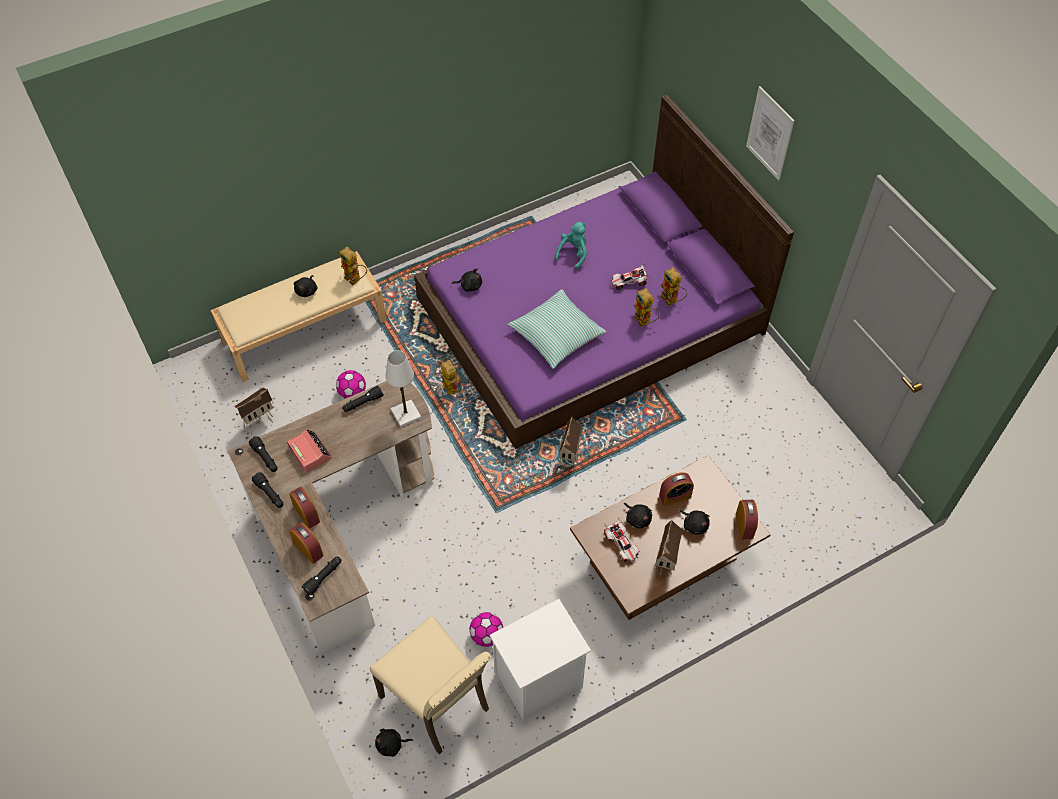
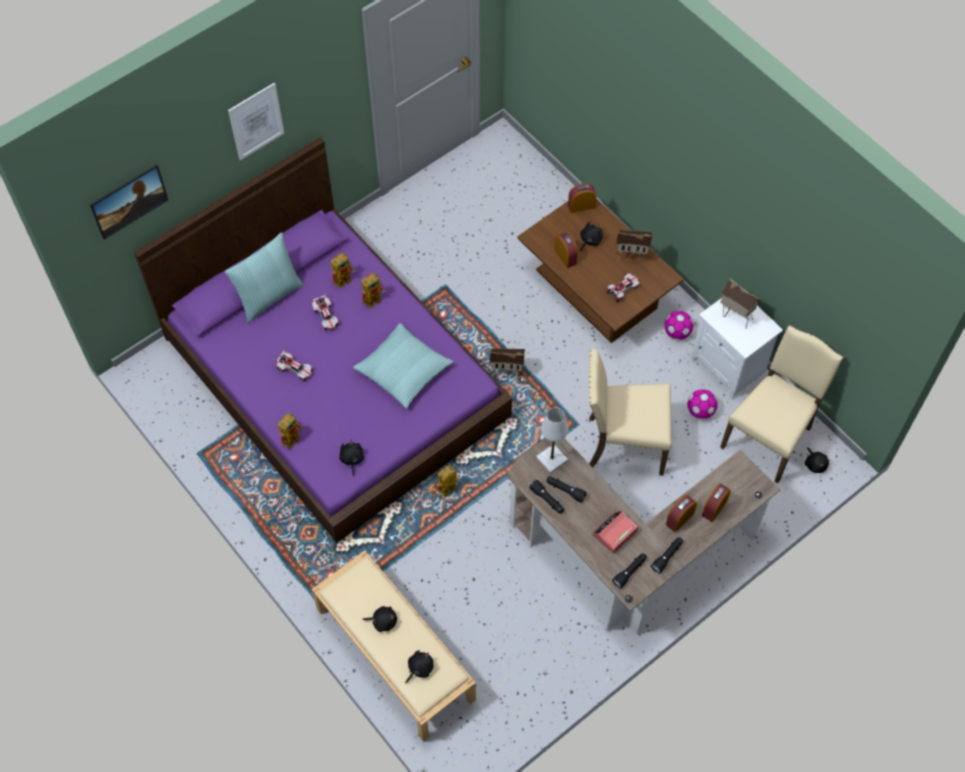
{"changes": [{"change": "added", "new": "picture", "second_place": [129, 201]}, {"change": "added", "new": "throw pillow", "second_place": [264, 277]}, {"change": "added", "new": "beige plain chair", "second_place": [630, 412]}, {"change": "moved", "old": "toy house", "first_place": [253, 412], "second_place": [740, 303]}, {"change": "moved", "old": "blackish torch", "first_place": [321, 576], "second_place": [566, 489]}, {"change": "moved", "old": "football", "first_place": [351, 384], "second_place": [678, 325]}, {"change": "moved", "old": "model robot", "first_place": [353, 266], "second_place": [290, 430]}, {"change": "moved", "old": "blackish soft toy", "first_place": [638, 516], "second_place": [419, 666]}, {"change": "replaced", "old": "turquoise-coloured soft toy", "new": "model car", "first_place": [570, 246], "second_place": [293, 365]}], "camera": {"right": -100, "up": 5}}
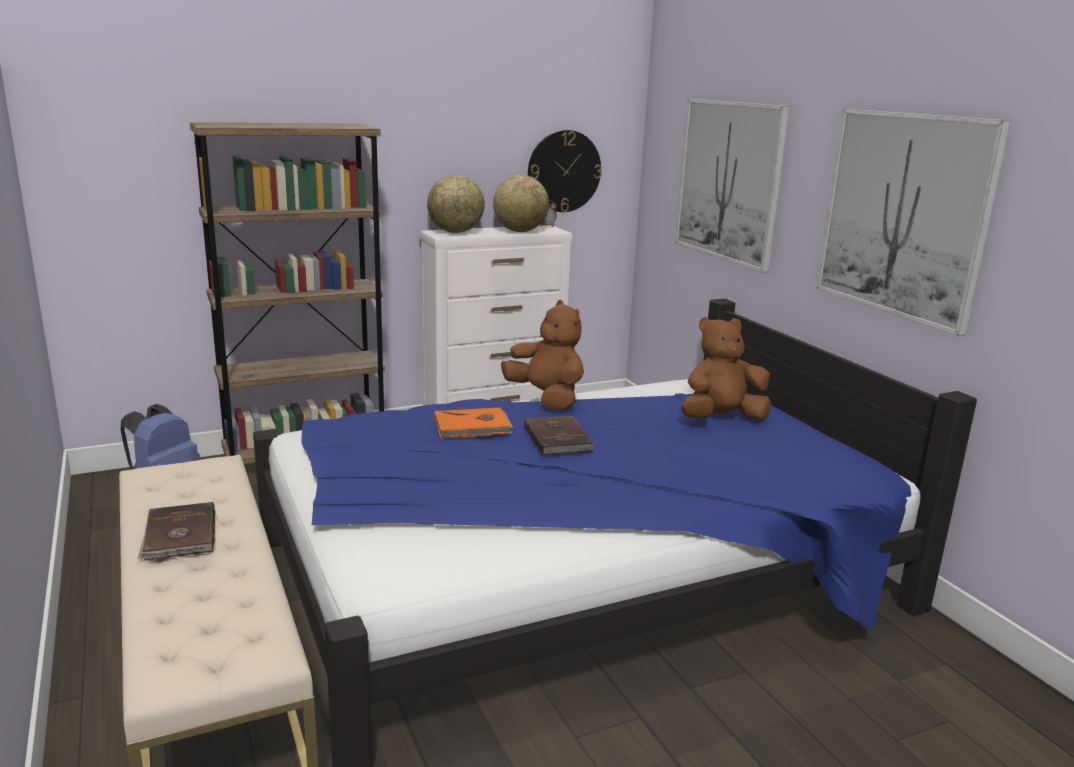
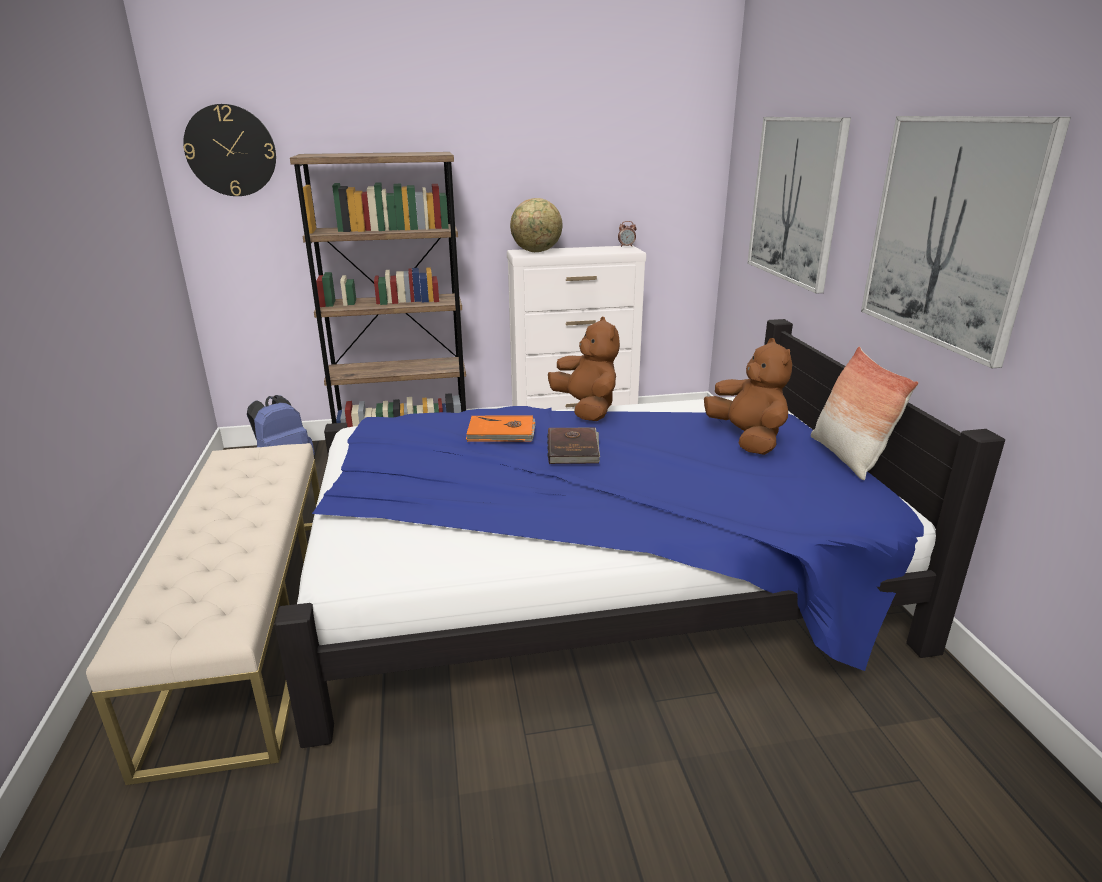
{"changes": [{"change": "removed", "old": "brown bound book", "first_place": [176, 531]}, {"change": "removed", "old": "desk globe", "first_place": [521, 203]}, {"change": "added", "new": "throw pillow", "second_place": [864, 413]}, {"change": "moved", "old": "wall clock", "first_place": [565, 171], "second_place": [229, 150]}, {"change": "turned", "old": "brown soft toy", "first_place": [726, 368], "second_place": [748, 396], "degrees": 75}], "camera": {"right": 15, "up": 5}}
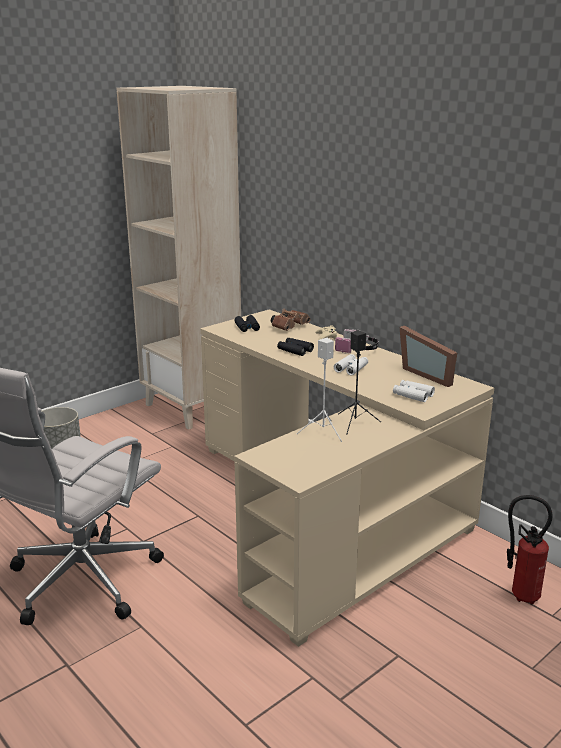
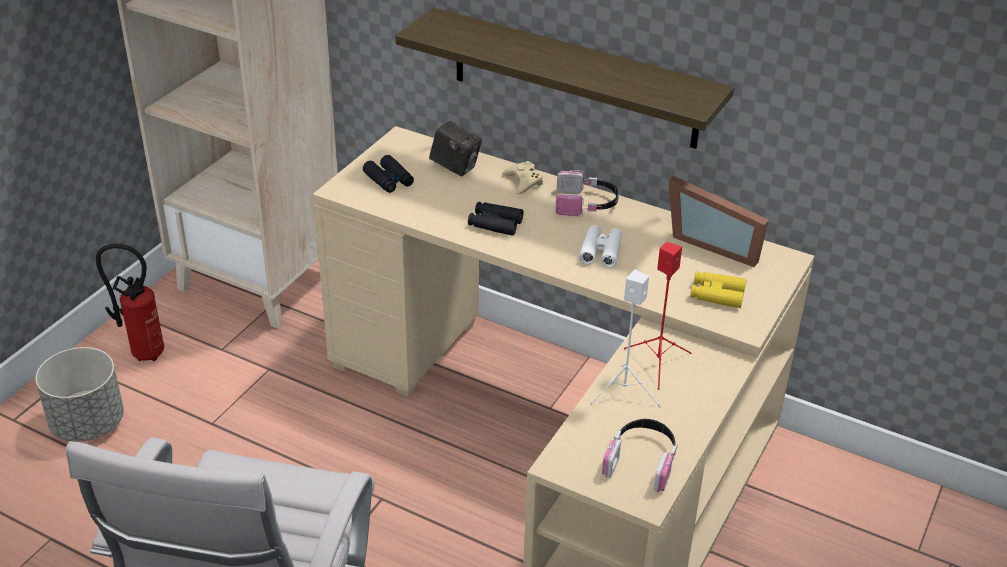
{"changes": [{"change": "added", "new": "bracket shelf", "second_place": [564, 78]}, {"change": "added", "new": "pair of headphones", "second_place": [640, 455]}, {"change": "moved", "old": "fire extinguisher", "first_place": [530, 549], "second_place": [130, 302]}, {"change": "replaced", "old": "brown field glasses", "new": "photo camera", "first_place": [290, 319], "second_place": [455, 148]}, {"change": "recoloured", "old": "blackish loudspeaker", "new": "reddish loudspeaker", "first_place": [359, 382], "second_place": [657, 316]}, {"change": "recoloured", "old": "whitish field glasses", "new": "yellow field glasses", "first_place": [414, 391], "second_place": [718, 289]}], "camera": {"right": -20, "up": 15}}
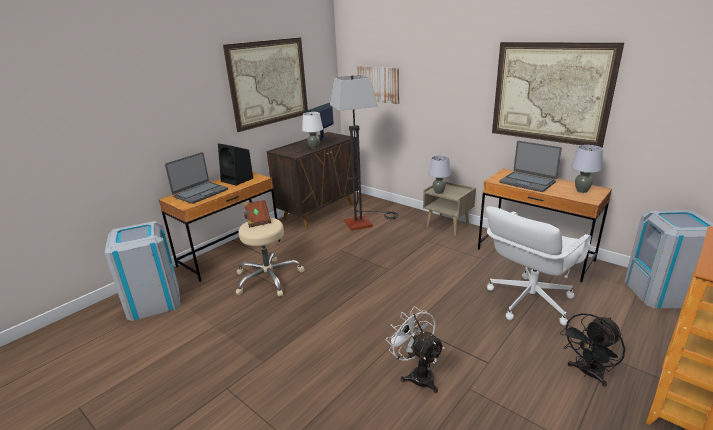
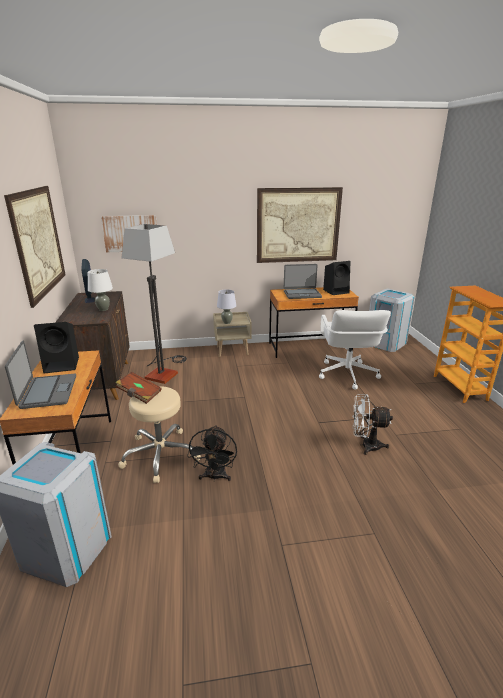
{"changes": [{"change": "moved", "old": "blackish fan", "first_place": [592, 350], "second_place": [212, 453]}, {"change": "replaced", "old": "greyish lamp for a table", "new": "blackish loudspeaker", "first_place": [587, 169], "second_place": [336, 278]}], "camera": {"right": -50, "up": 0}}
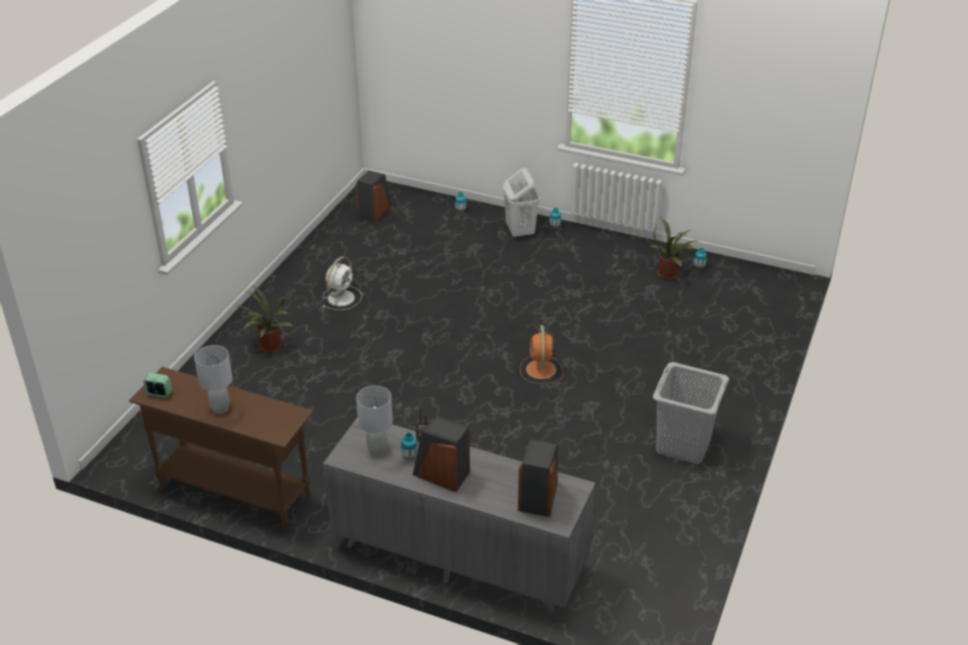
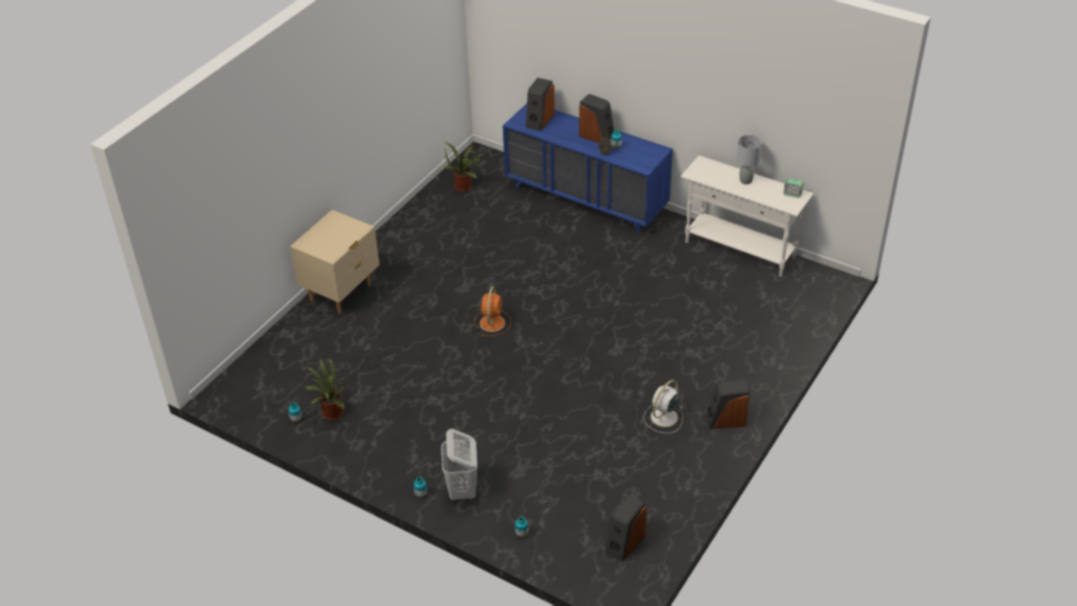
{"changes": [{"change": "removed", "old": "greyish lamp for a table", "first_place": [374, 421]}, {"change": "removed", "old": "greyish laundry basket", "first_place": [691, 413]}, {"change": "added", "new": "beige night table", "second_place": [334, 262]}, {"change": "added", "new": "loudspeaker", "second_place": [727, 404]}, {"change": "moved", "old": "potted plant", "first_place": [265, 319], "second_place": [464, 167]}, {"change": "recoloured", "old": "brown hall table", "new": "whitish hall table", "first_place": [221, 448], "second_place": [747, 216]}, {"change": "recoloured", "old": "greyish drawer chest", "new": "blue drawer chest", "first_place": [459, 515], "second_place": [588, 168]}], "camera": {"right": -170, "up": 5}}
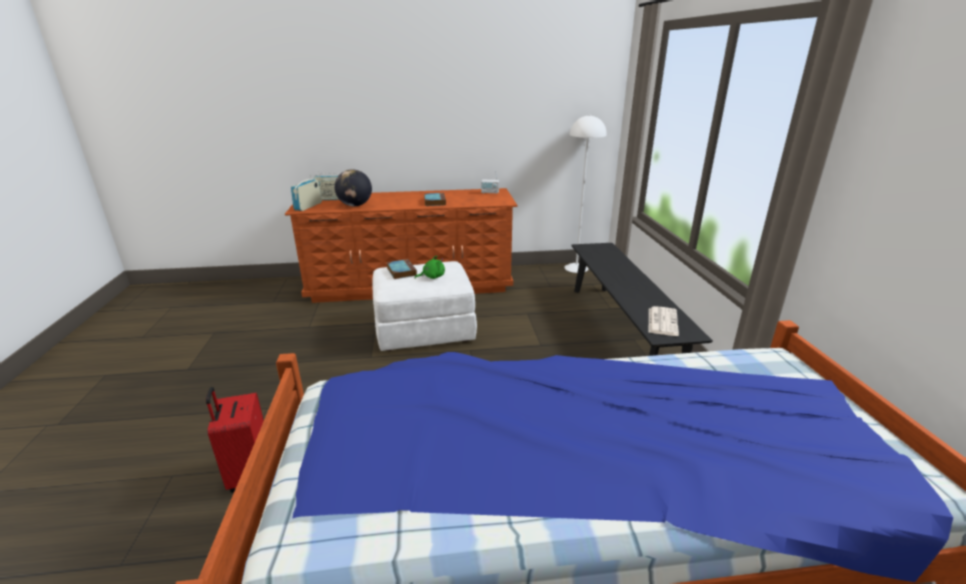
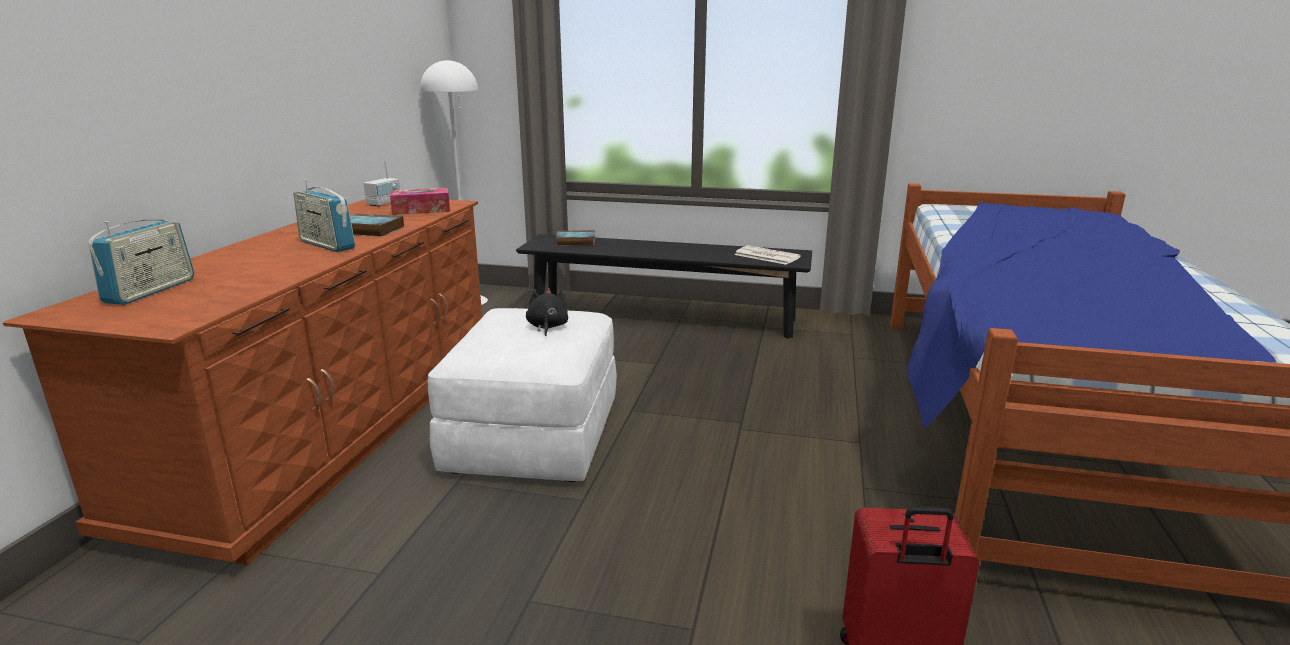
{"changes": [{"change": "removed", "old": "desk globe", "first_place": [353, 187]}, {"change": "added", "new": "box of tissues", "second_place": [420, 201]}, {"change": "moved", "old": "radio receiver", "first_place": [306, 192], "second_place": [324, 215]}, {"change": "moved", "old": "bound book", "first_place": [402, 269], "second_place": [575, 238]}, {"change": "recoloured", "old": "green-coloured soft toy", "new": "blackish soft toy", "first_place": [429, 267], "second_place": [547, 312]}], "camera": {"right": -70, "up": -5}}
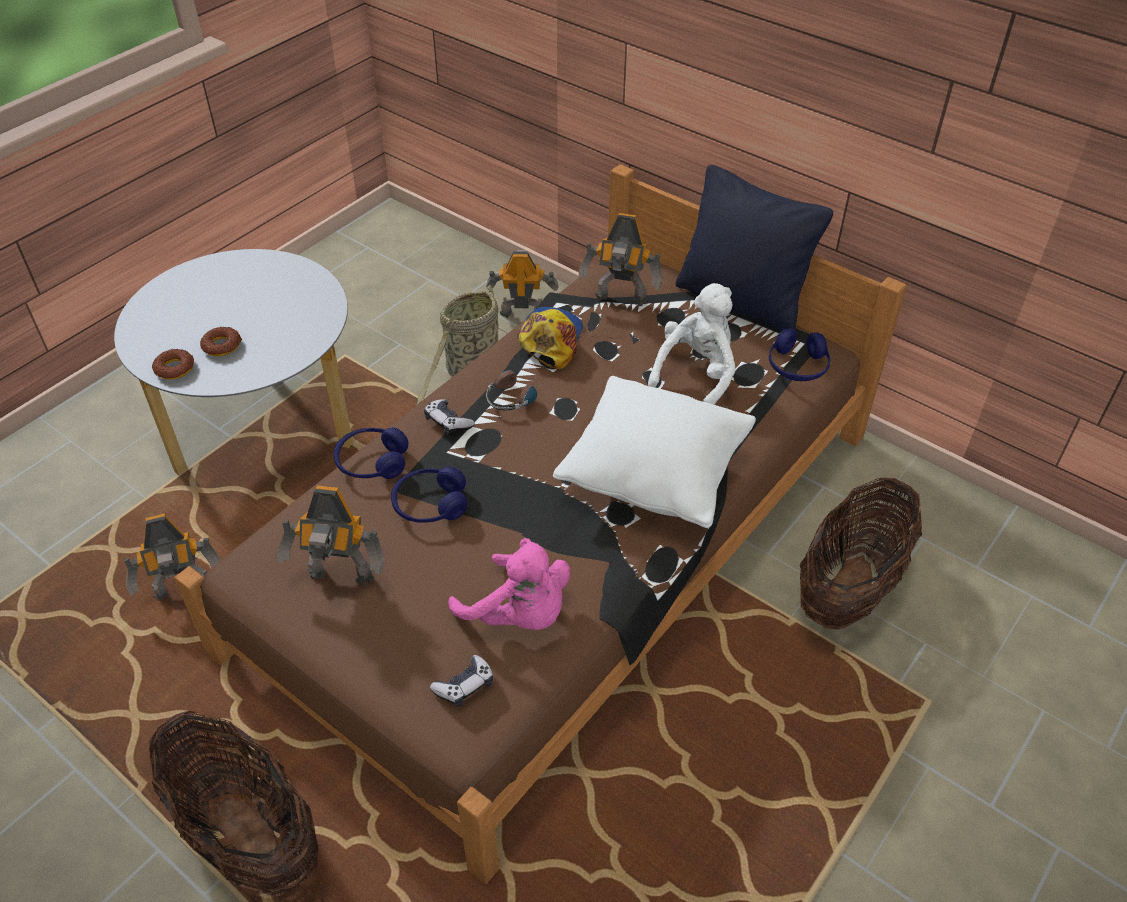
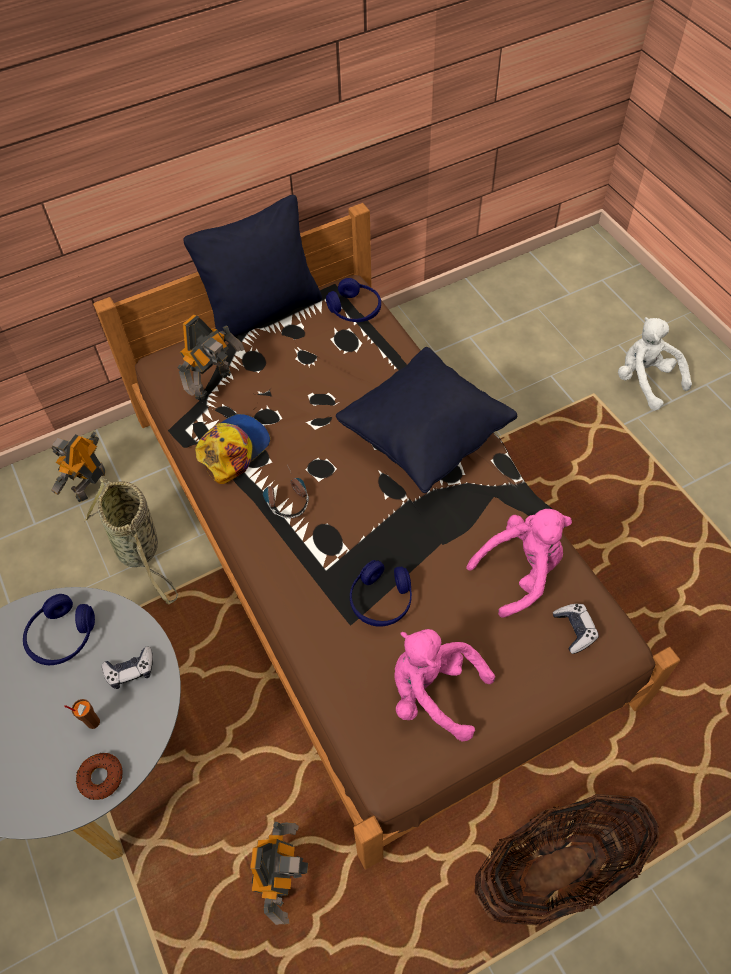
{"changes": [{"change": "removed", "old": "storage basket", "first_place": [861, 553]}, {"change": "moved", "old": "blue pair of headphones", "first_place": [370, 453], "second_place": [59, 629]}, {"change": "moved", "old": "game controller", "first_place": [449, 417], "second_place": [127, 668]}, {"change": "moved", "old": "whitish soft toy", "first_place": [692, 344], "second_place": [655, 364]}, {"change": "replaced", "old": "doughnut", "new": "brown drinking cup", "first_place": [221, 341], "second_place": [82, 714]}, {"change": "replaced", "old": "model robot", "new": "pink soft toy", "first_place": [331, 535], "second_place": [444, 685]}, {"change": "recoloured", "old": "whitish throw pillow", "new": "blackish throw pillow", "first_place": [654, 452], "second_place": [426, 420]}, {"change": "turned", "old": "baseball cap", "first_place": [550, 338], "second_place": [232, 449], "degrees": 90}], "camera": {"right": -65, "up": 10}}
